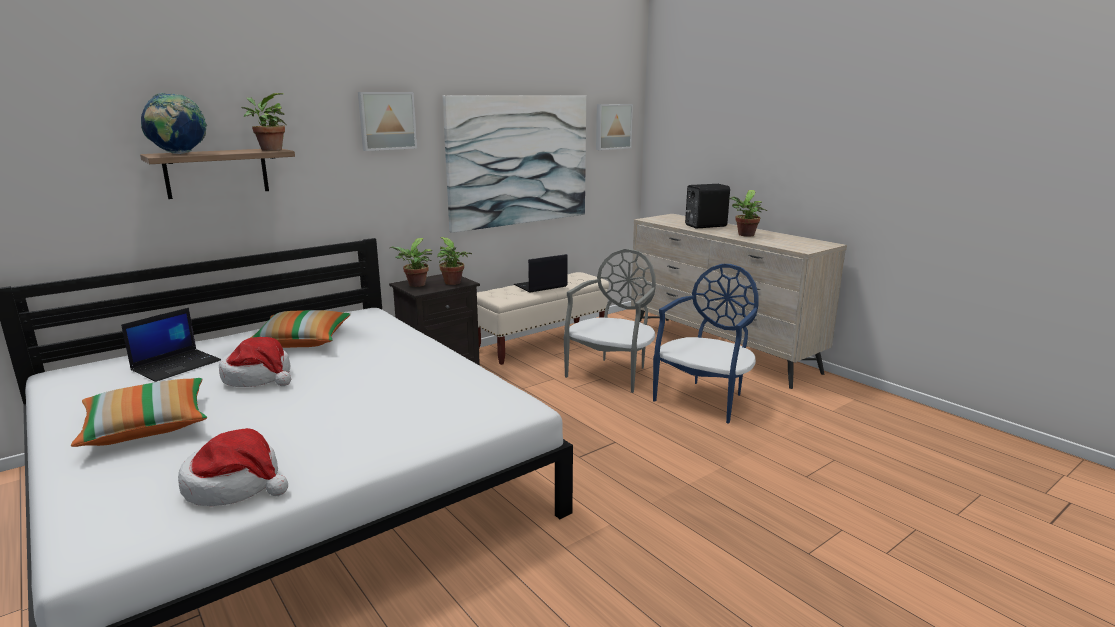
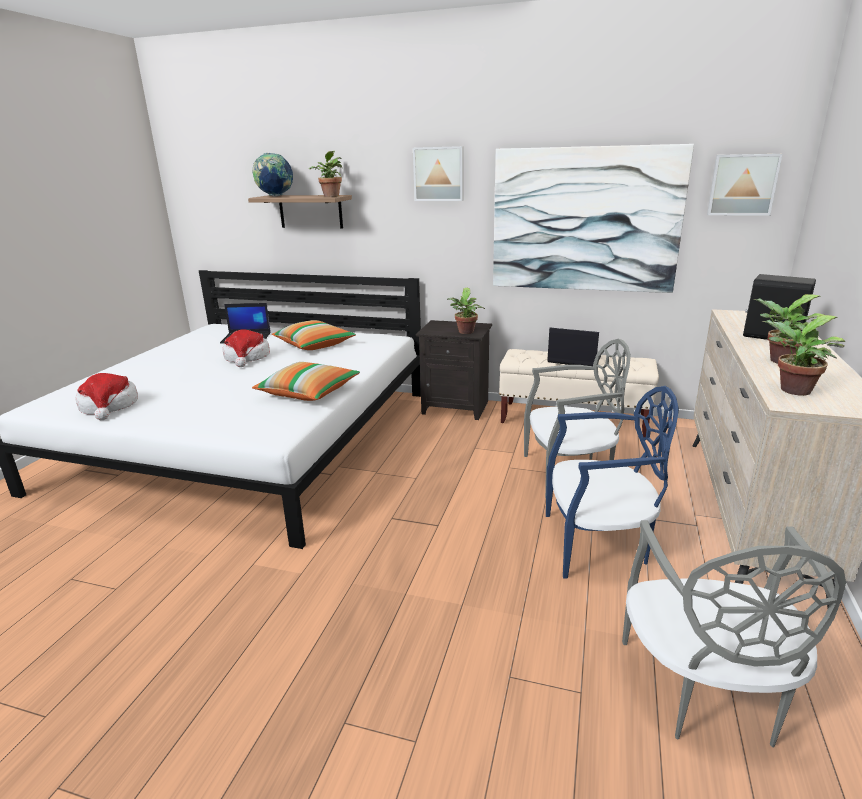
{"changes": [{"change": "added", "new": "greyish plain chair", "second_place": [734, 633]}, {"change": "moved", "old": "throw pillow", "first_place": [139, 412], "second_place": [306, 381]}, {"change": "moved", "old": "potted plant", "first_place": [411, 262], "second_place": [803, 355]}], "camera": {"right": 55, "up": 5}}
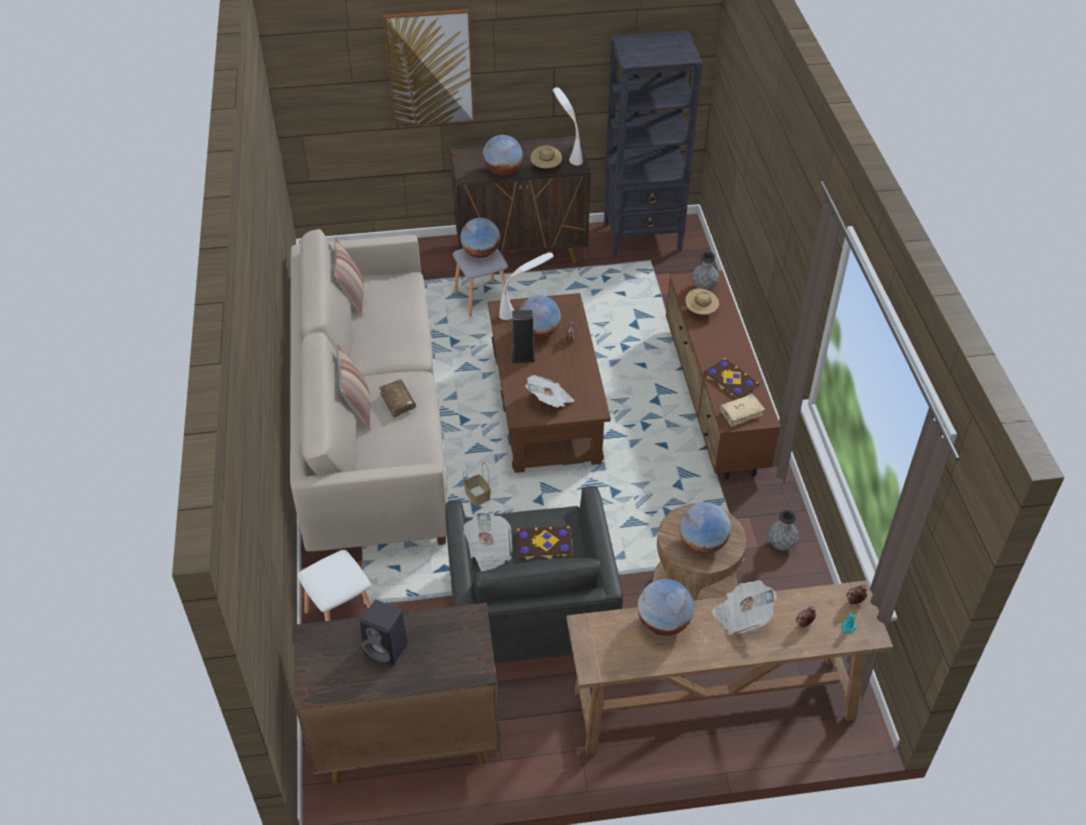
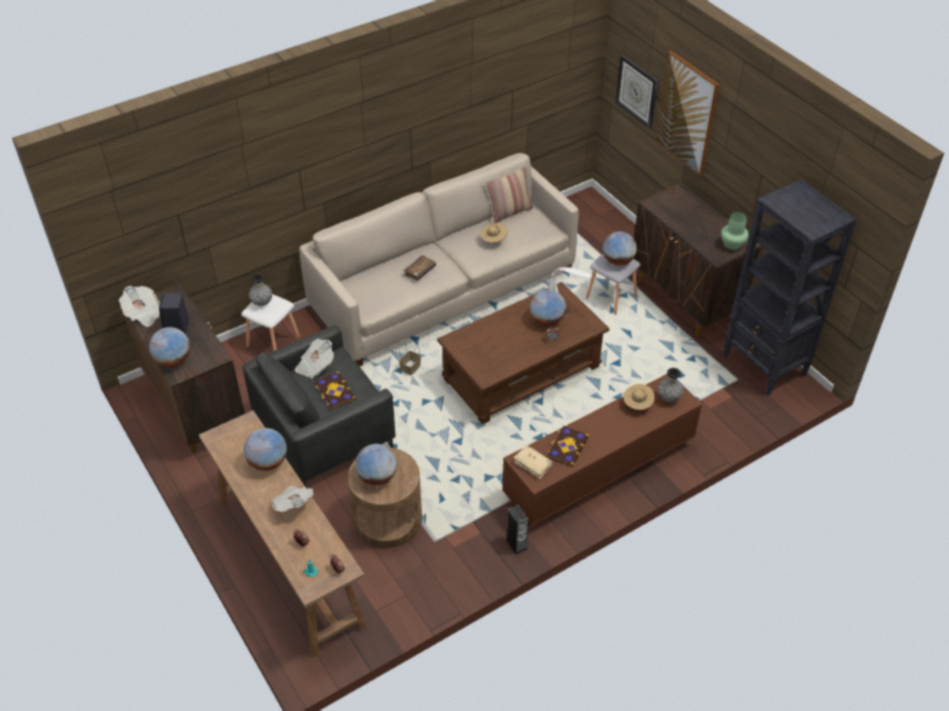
{"changes": [{"change": "removed", "old": "throw pillow", "first_place": [354, 388]}, {"change": "added", "new": "wall clock", "second_place": [637, 91]}, {"change": "moved", "old": "desk globe", "first_place": [503, 155], "second_place": [169, 347]}, {"change": "moved", "old": "loudspeaker", "first_place": [523, 336], "second_place": [517, 529]}, {"change": "moved", "old": "printed paper", "first_place": [549, 391], "second_place": [139, 306]}, {"change": "moved", "old": "beige wearable hat", "first_place": [546, 158], "second_place": [493, 233]}, {"change": "moved", "old": "greyish vase", "first_place": [783, 530], "second_place": [260, 289]}, {"change": "replaced", "old": "whitish lamp for a table", "new": "green-coloured vase", "first_place": [568, 126], "second_place": [735, 231]}], "camera": {"right": 65, "up": 0}}
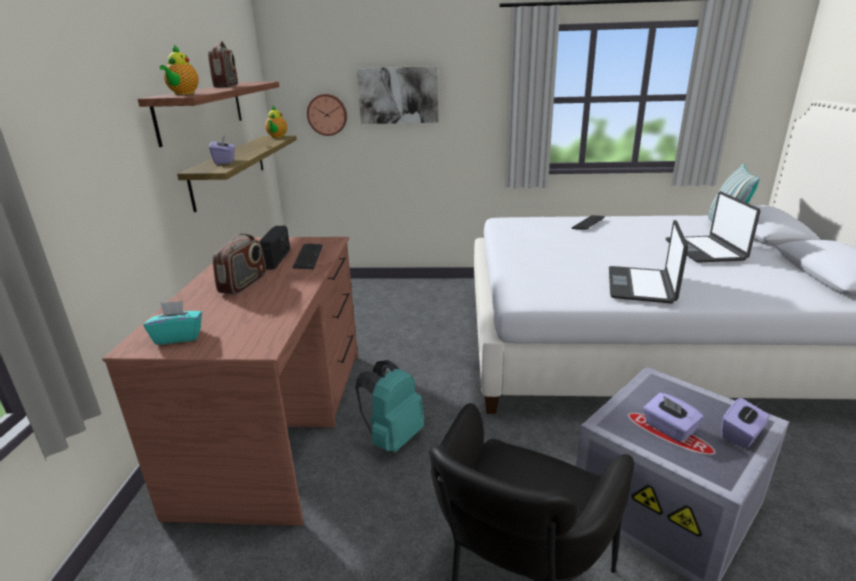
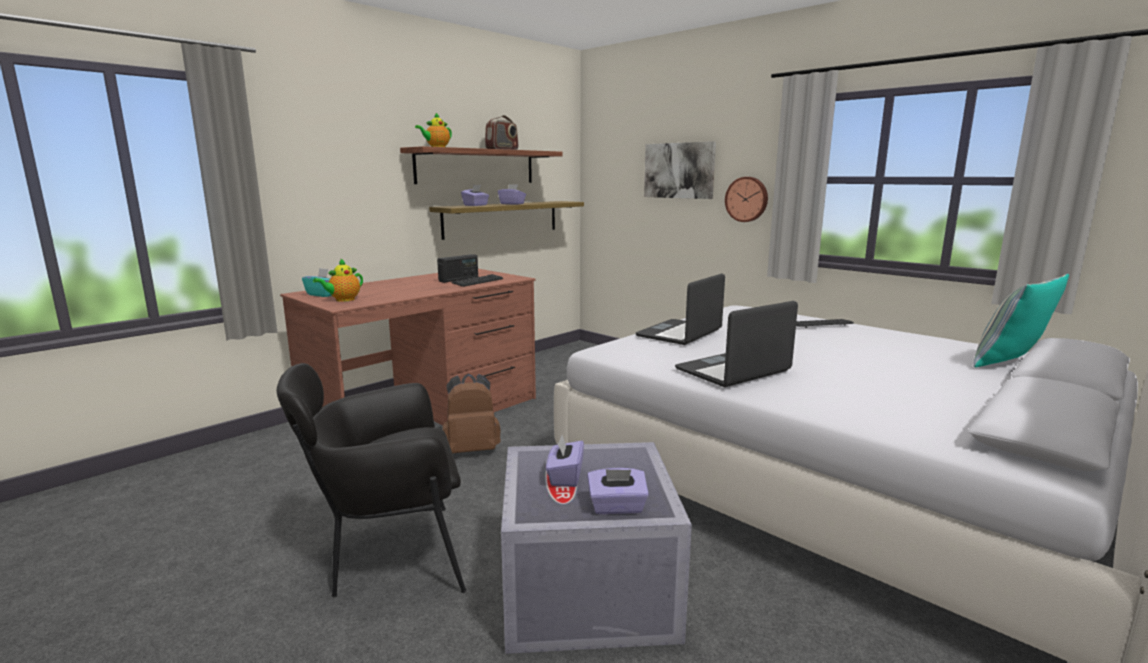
{"changes": [{"change": "removed", "old": "radio receiver", "first_place": [239, 264]}, {"change": "added", "new": "purple-coloured box of tissues", "second_place": [512, 194]}, {"change": "moved", "old": "pot for tea", "first_place": [276, 122], "second_place": [338, 280]}, {"change": "moved", "old": "wall clock", "first_place": [327, 115], "second_place": [746, 199]}, {"change": "moved", "old": "notebook computer", "first_place": [713, 227], "second_place": [680, 309]}, {"change": "recoloured", "old": "turquoise-coloured rucksack", "new": "brown rucksack", "first_place": [389, 406], "second_place": [471, 413]}], "camera": {"right": 40, "up": -10}}
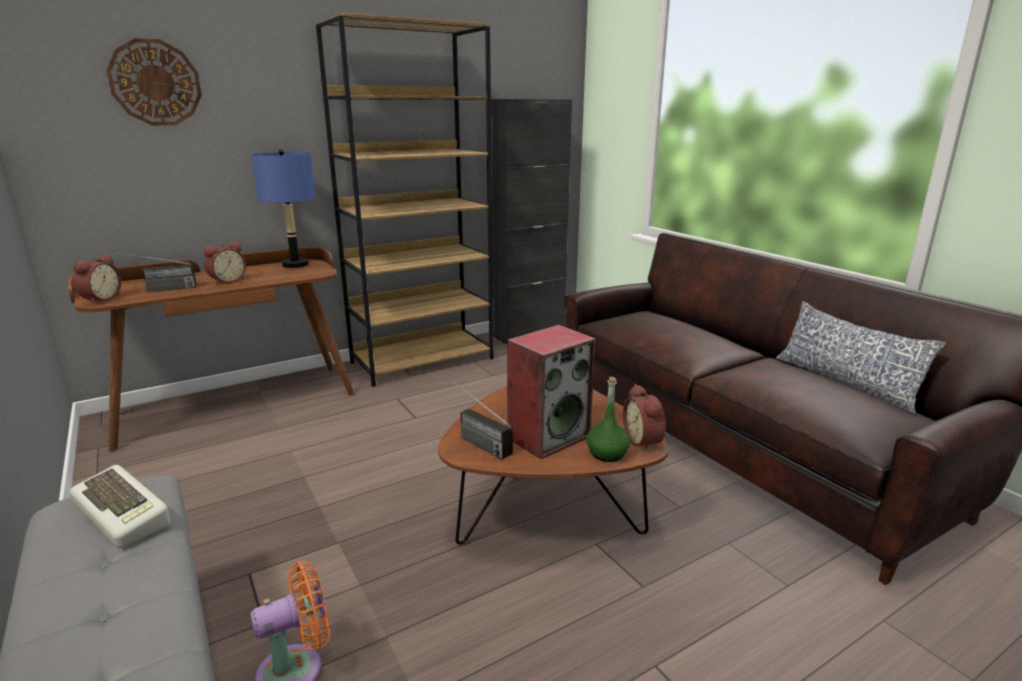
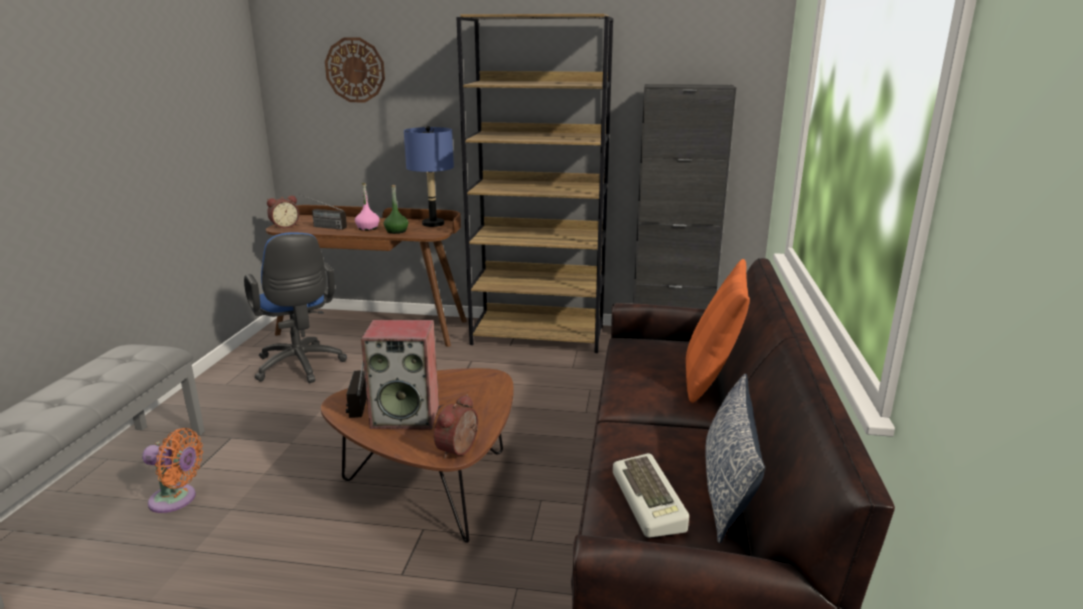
{"changes": [{"change": "added", "new": "blue office chair", "second_place": [295, 307]}, {"change": "added", "new": "orange-coloured throw pillow", "second_place": [718, 331]}, {"change": "moved", "old": "keyboard", "first_place": [120, 506], "second_place": [651, 495]}, {"change": "moved", "old": "green-coloured bottle", "first_place": [608, 419], "second_place": [396, 209]}, {"change": "replaced", "old": "table clock", "new": "pink bottle", "first_place": [225, 263], "second_place": [367, 207]}], "camera": {"right": 40, "up": 0}}
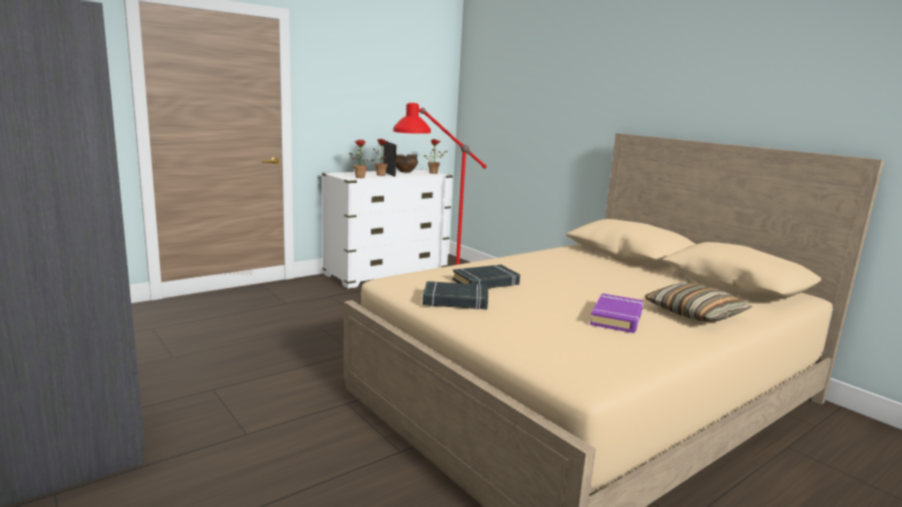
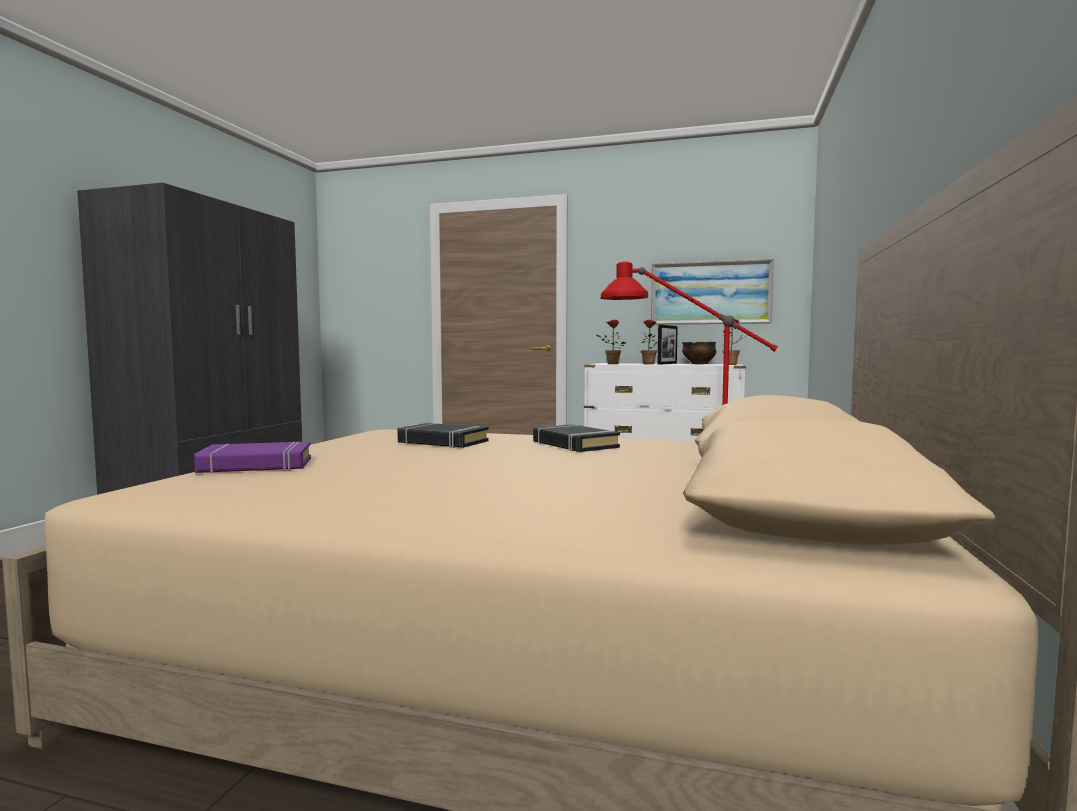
{"changes": [{"change": "removed", "old": "throw pillow", "first_place": [698, 302]}, {"change": "added", "new": "picture", "second_place": [712, 292]}, {"change": "moved", "old": "blackish bound book", "first_place": [455, 295], "second_place": [576, 438]}, {"change": "moved", "old": "purple-coloured bound book", "first_place": [617, 313], "second_place": [252, 457]}], "camera": {"right": 55, "up": -10}}
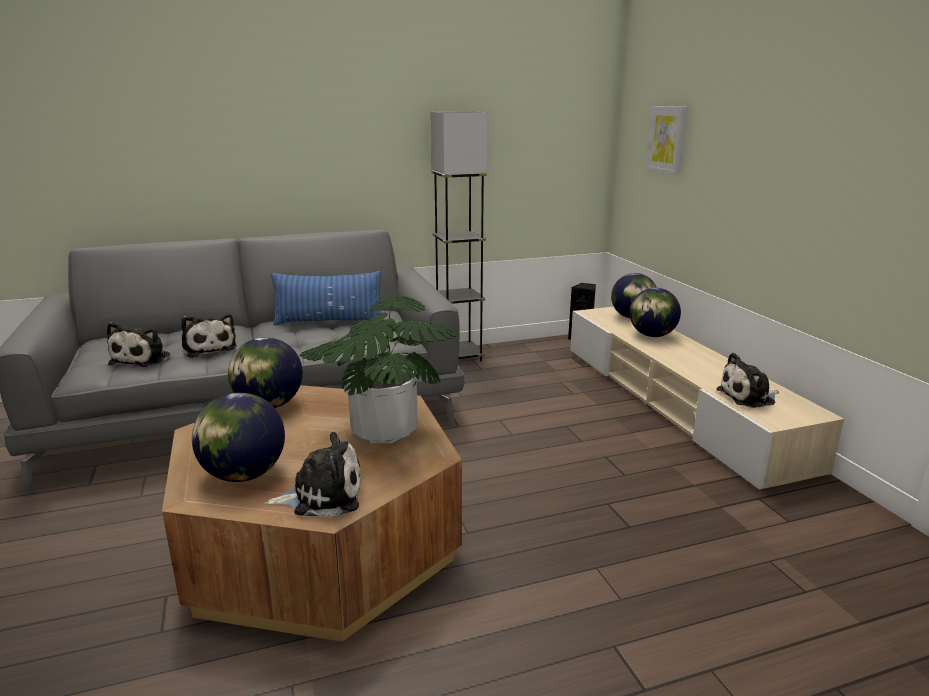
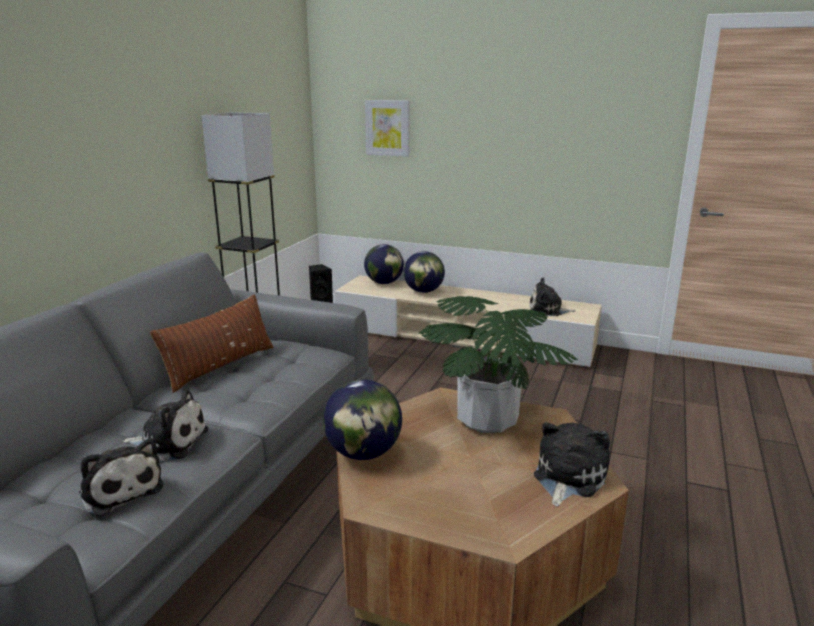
{"changes": [{"change": "removed", "old": "desk globe", "first_place": [238, 437]}, {"change": "recoloured", "old": "blue throw pillow", "new": "brown throw pillow", "first_place": [326, 298], "second_place": [211, 343]}, {"change": "turned", "old": "soft toy", "first_place": [747, 380], "second_place": [552, 296], "degrees": 75}], "camera": {"right": -50, "up": 0}}
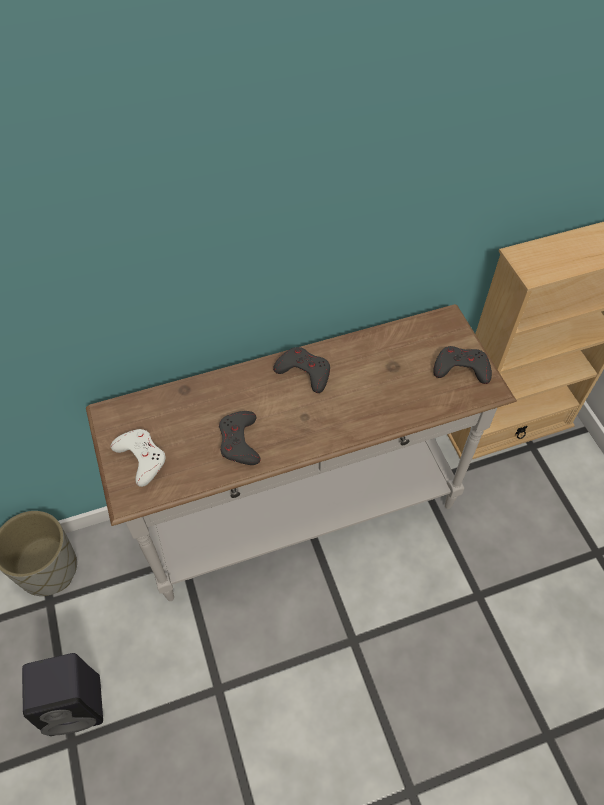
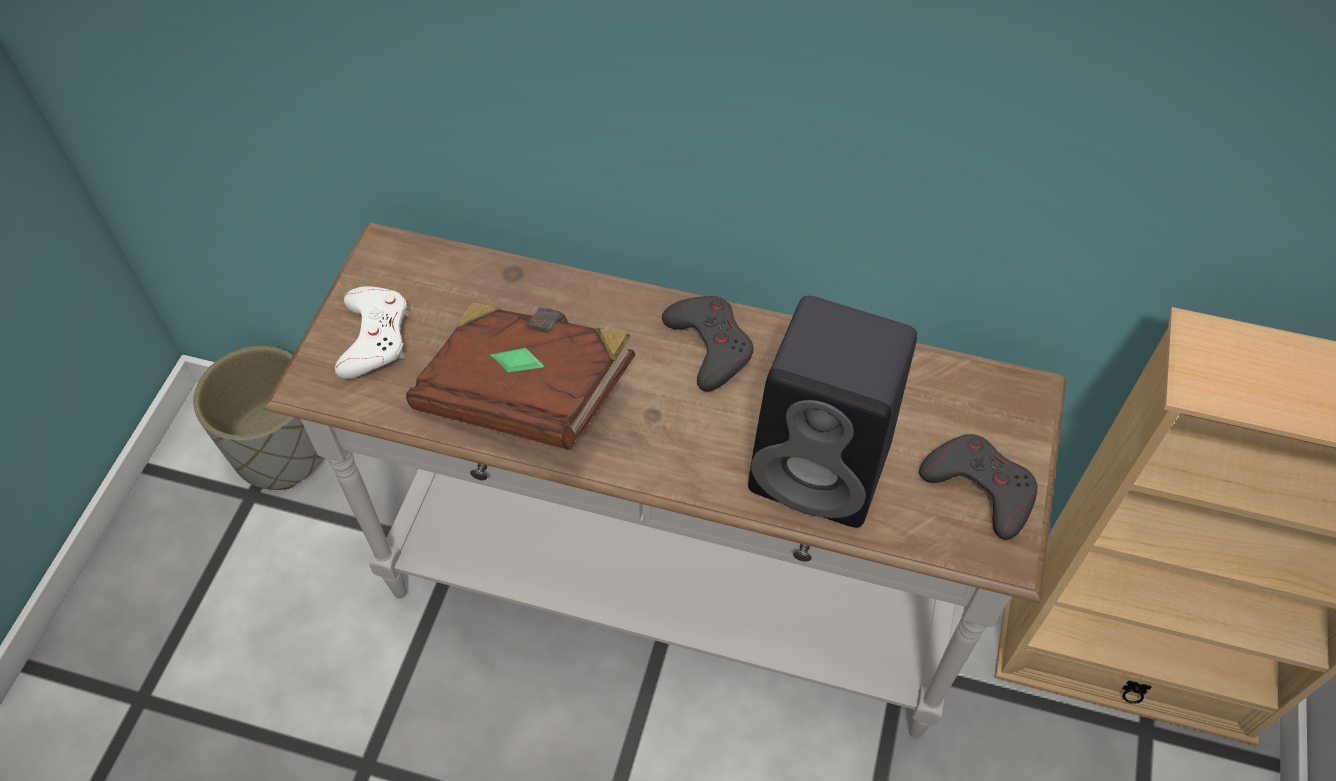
{"changes": [{"change": "moved", "old": "blackish loudspeaker", "first_place": [62, 694], "second_place": [832, 412]}, {"change": "replaced", "old": "greyish game controller", "new": "brown bound book", "first_place": [239, 438], "second_place": [520, 376]}], "camera": {"right": 35, "up": 0}}
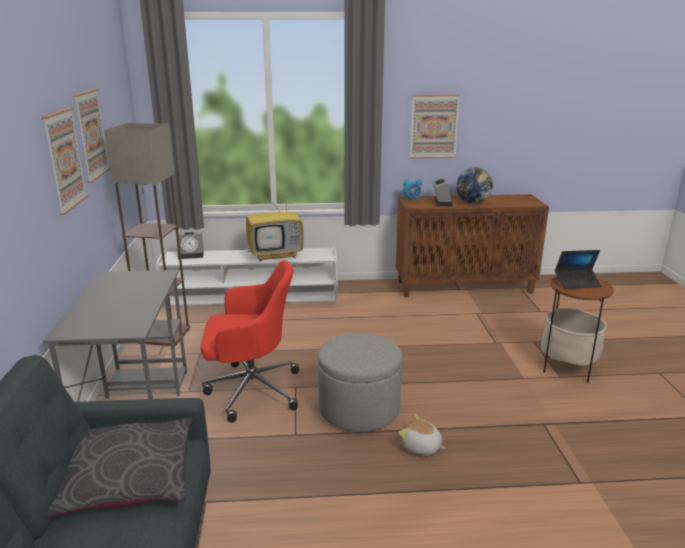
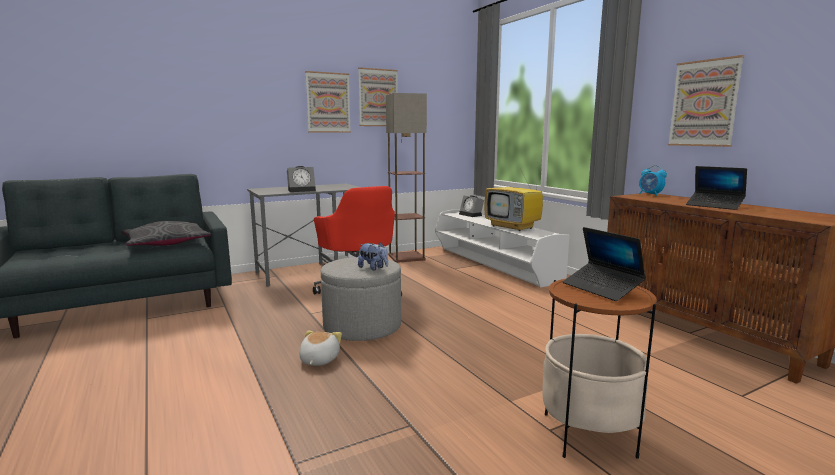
{"changes": [{"change": "added", "new": "soft toy", "second_place": [373, 256]}, {"change": "moved", "old": "table clock", "first_place": [443, 192], "second_place": [301, 179]}, {"change": "replaced", "old": "desk globe", "new": "notebook computer", "first_place": [474, 185], "second_place": [716, 188]}], "camera": {"right": 65, "up": -10}}
